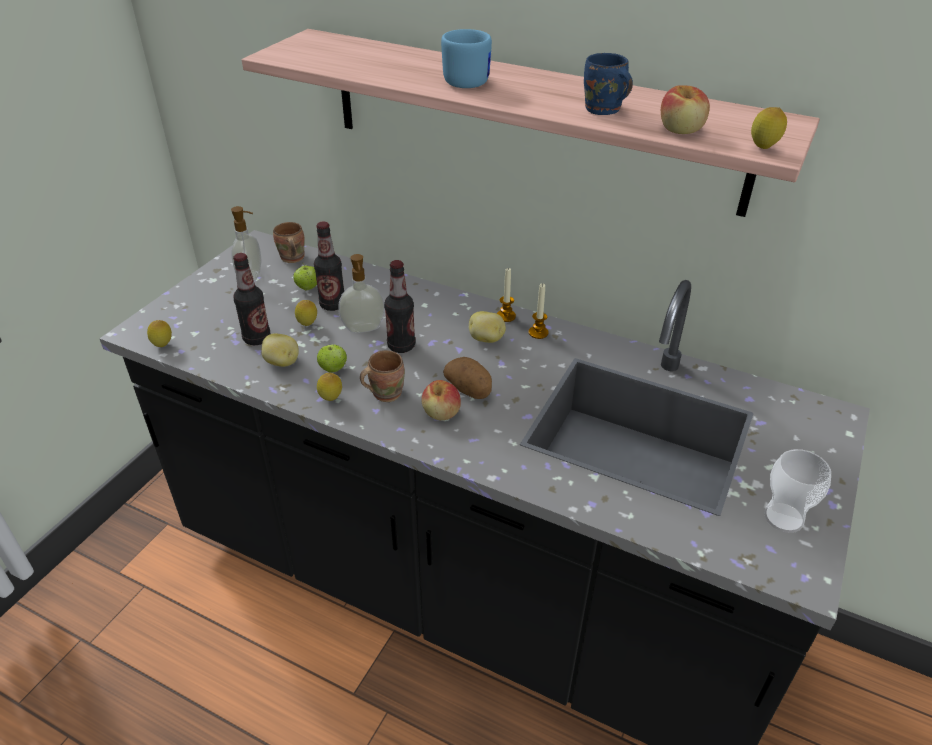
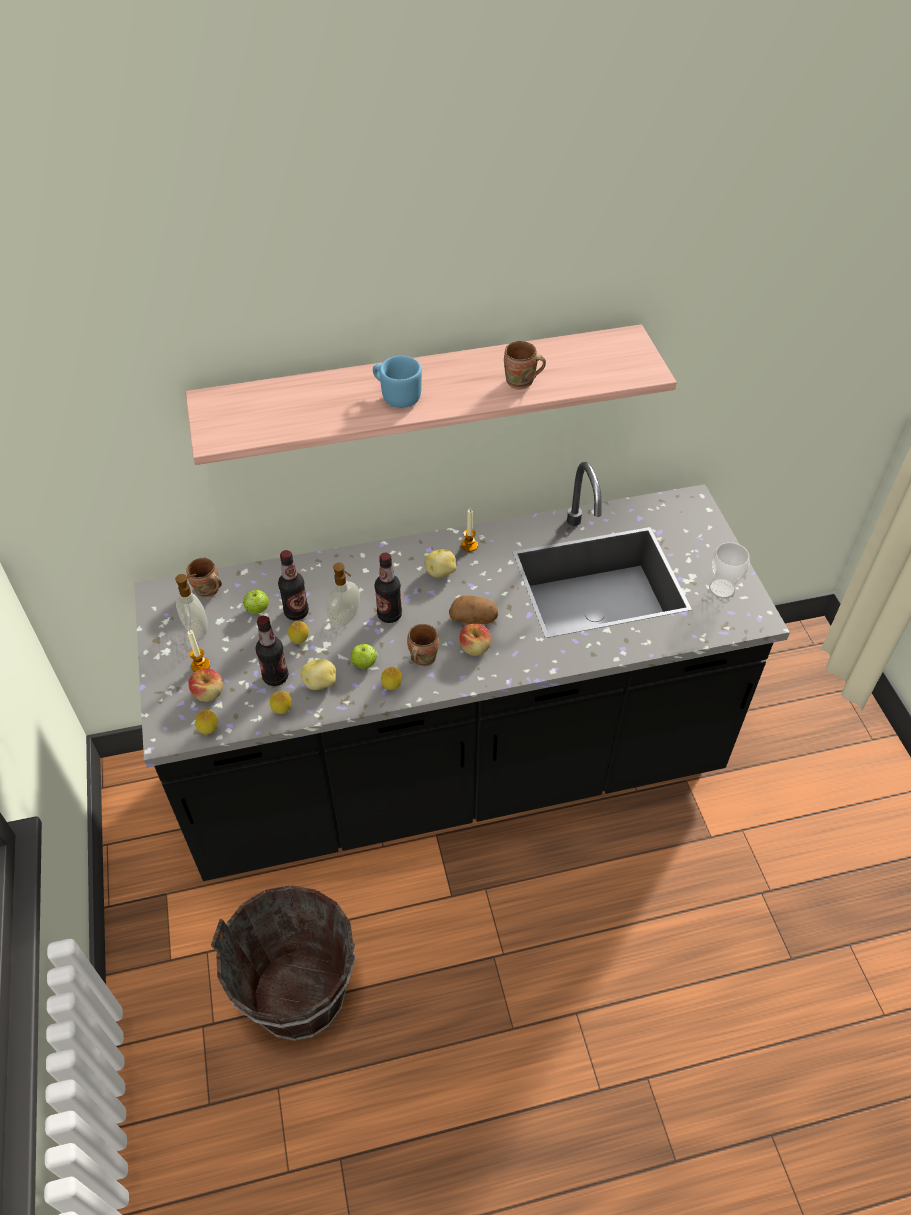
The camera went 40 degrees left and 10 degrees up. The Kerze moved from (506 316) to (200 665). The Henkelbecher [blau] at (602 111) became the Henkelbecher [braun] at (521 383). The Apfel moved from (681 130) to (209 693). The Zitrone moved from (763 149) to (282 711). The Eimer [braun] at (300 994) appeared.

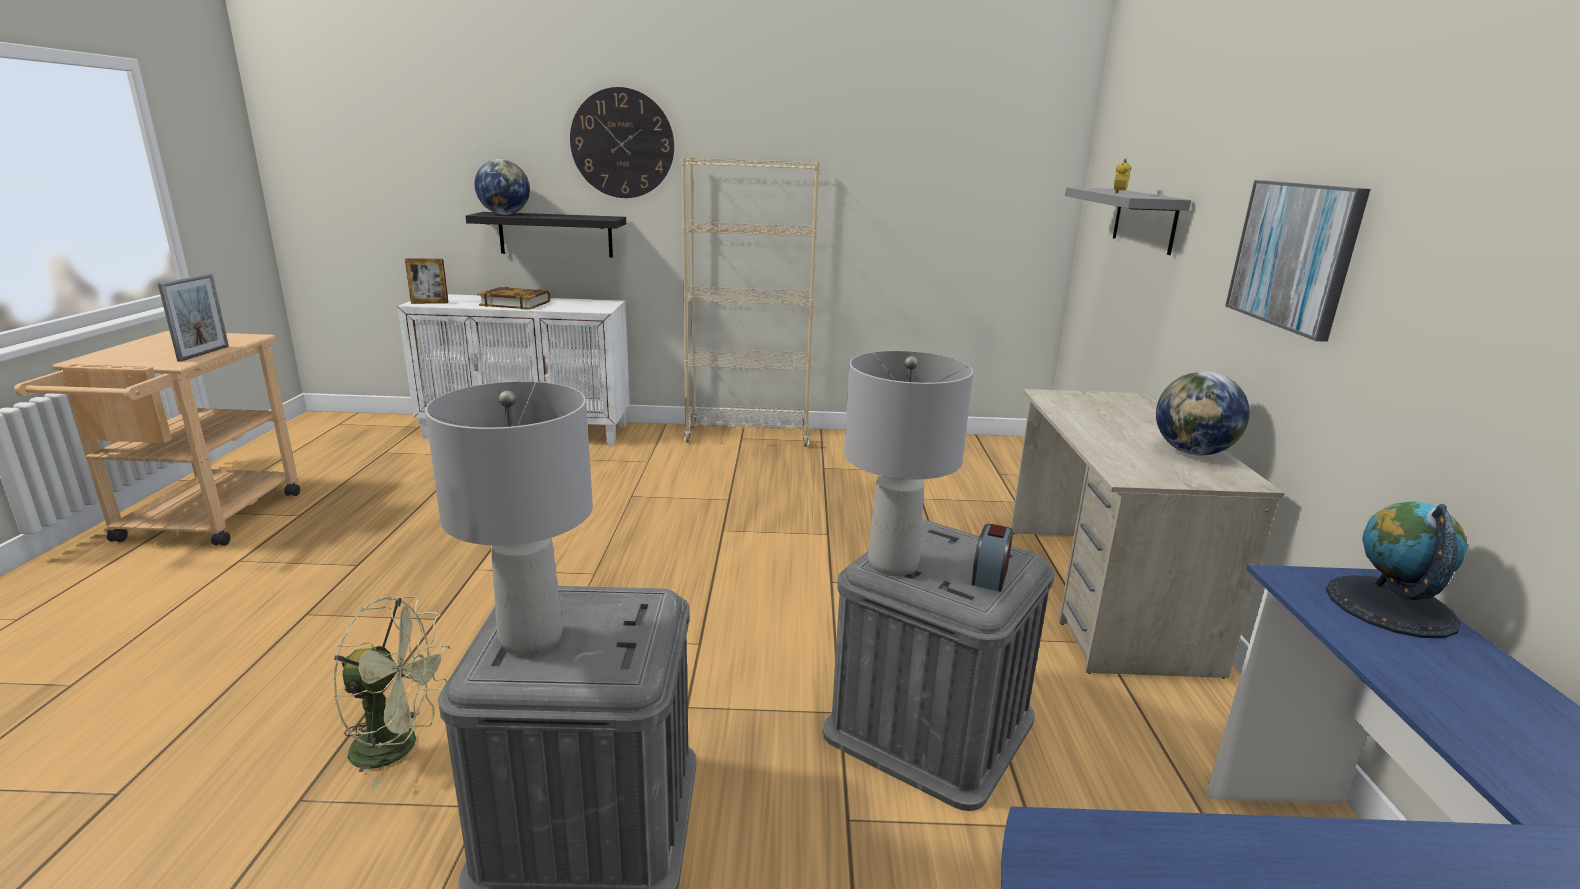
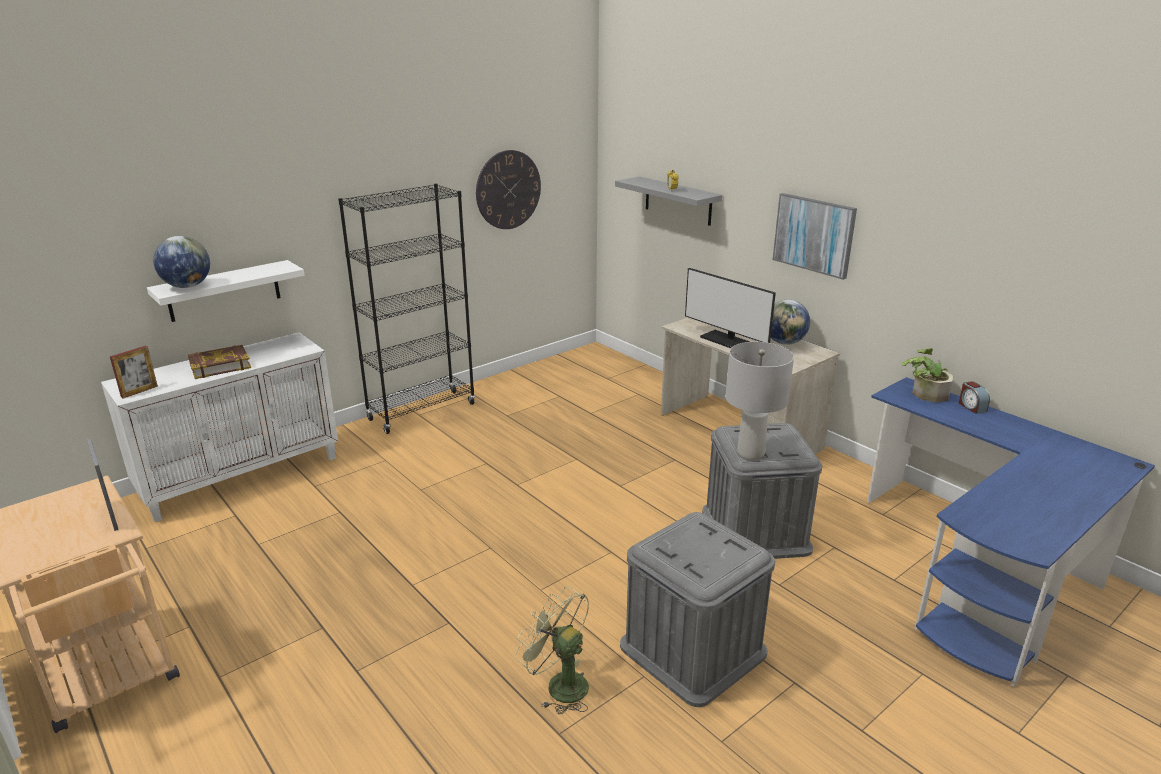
The camera went 40 degrees left and 5 degrees up. The Ventilator [grün] at (399 747) turned 105 degrees counterclockwise. The Tischlampe [grau] at (530 638) disappeared. The Wandregal [schwarz] at (555 234) became the Wandregal [weiß] at (224 291). The Wanduhr moved from (622 143) to (508 190). The Bücherregal [beige] at (748 437) became the Bücherregal [schwarz] at (422 412). The Wecker moved from (989 576) to (971 407). The Globus at (1389 606) was replaced by the Topfpflanze at (924 393). The Monitor at (727 341) appeared.

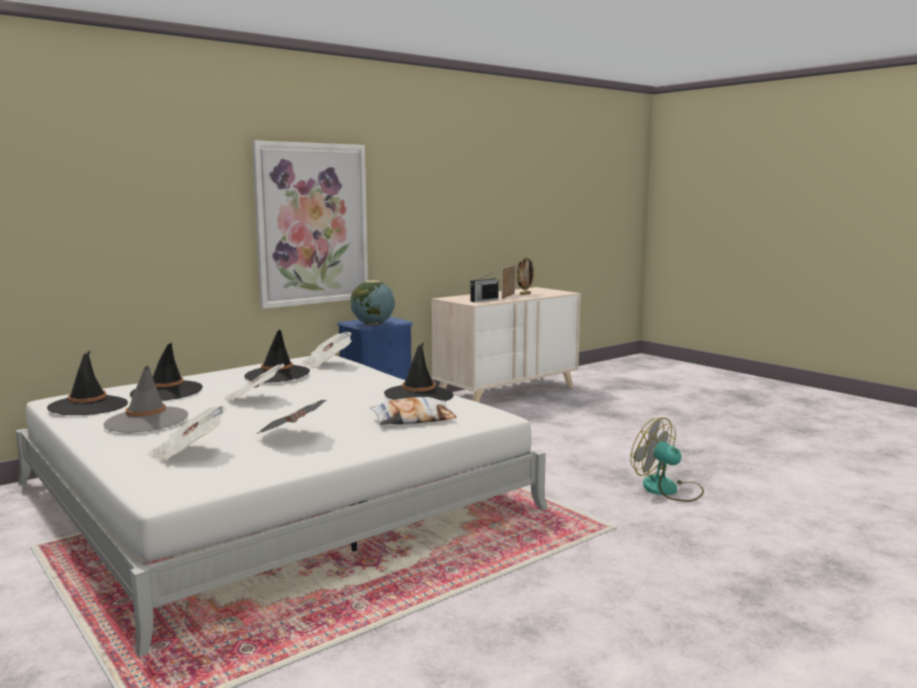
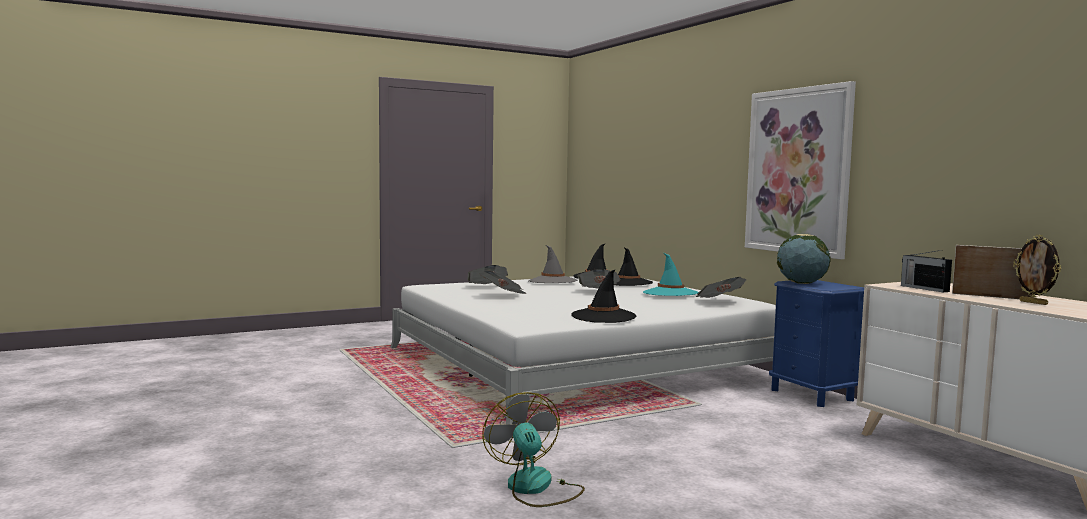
The camera went 100 degrees right and 5 degrees down. The Hut [schwarz] at (277 374) became the Hut [türkis] at (670 293). The Kissen at (413 419) disappeared. The Ventilator at (668 490) turned 75 degrees counterclockwise.

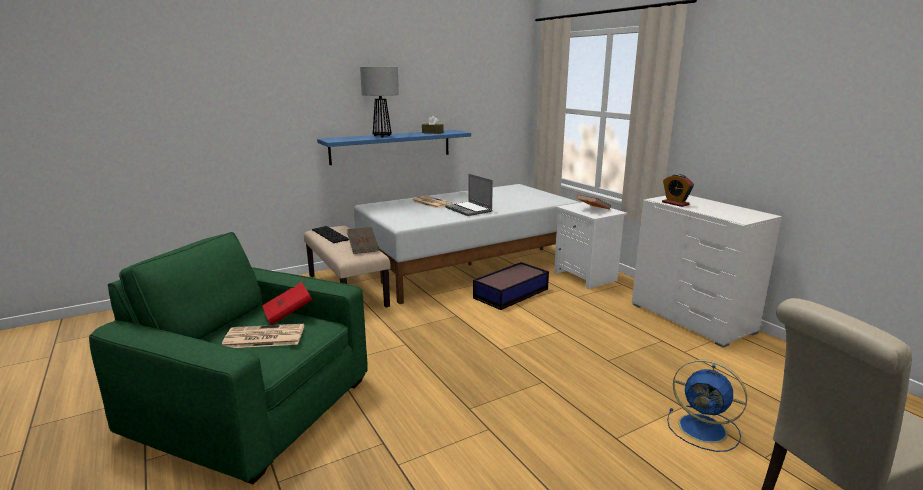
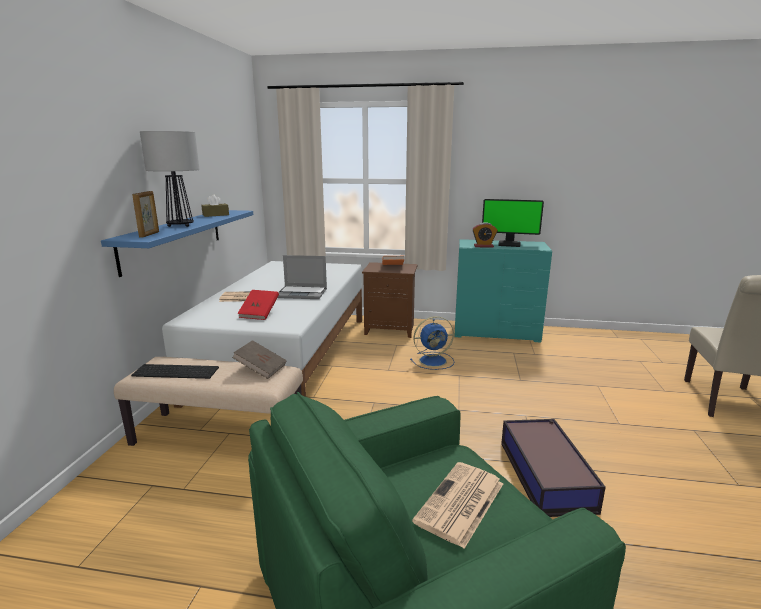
The camera went 50 degrees left and 0 degrees up. The Buch [rot] moved from (288 314) to (259 313). The Aufbewahrungsbox moved from (512 293) to (545 474). The Nachttisch [weiß] at (586 277) became the Nachttisch [braun] at (391 329). The Kommode [weiß] at (692 318) became the Kommode [türkis] at (495 331). The Ventilator [blau] moved from (704 429) to (434 360). The Bilderrahmen at (149 234) appeared. The Monitor at (509 244) appeared.

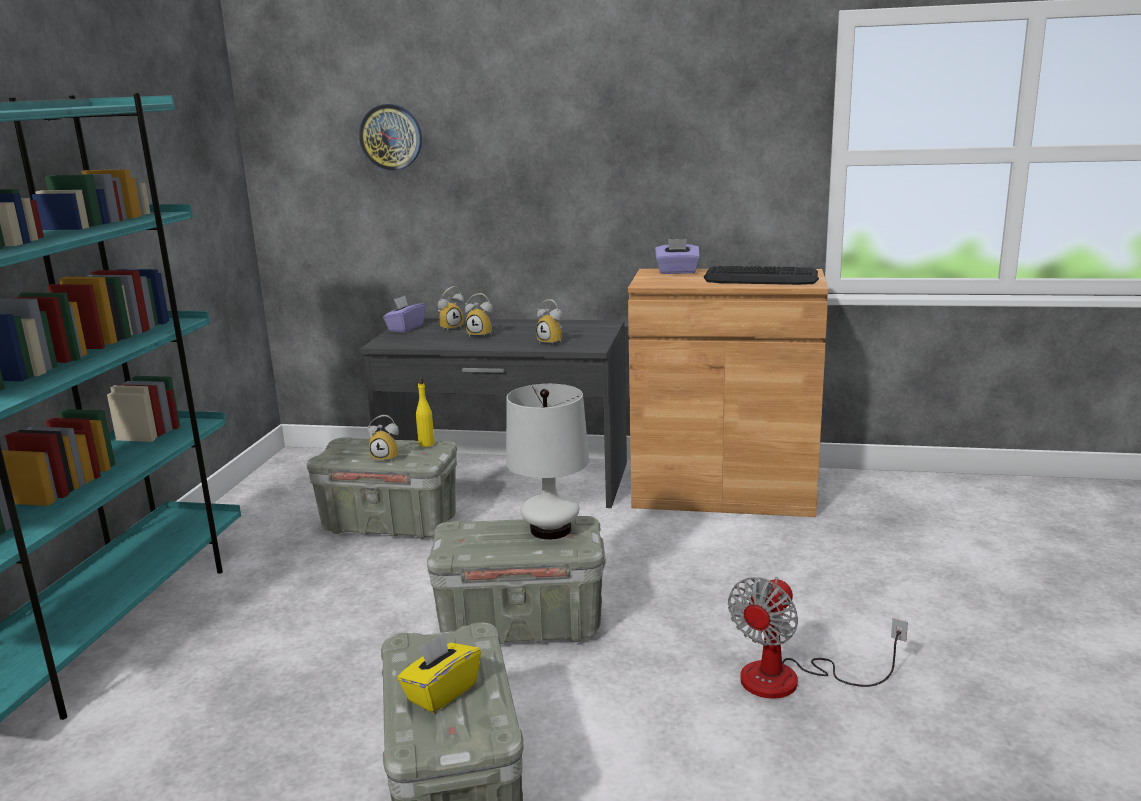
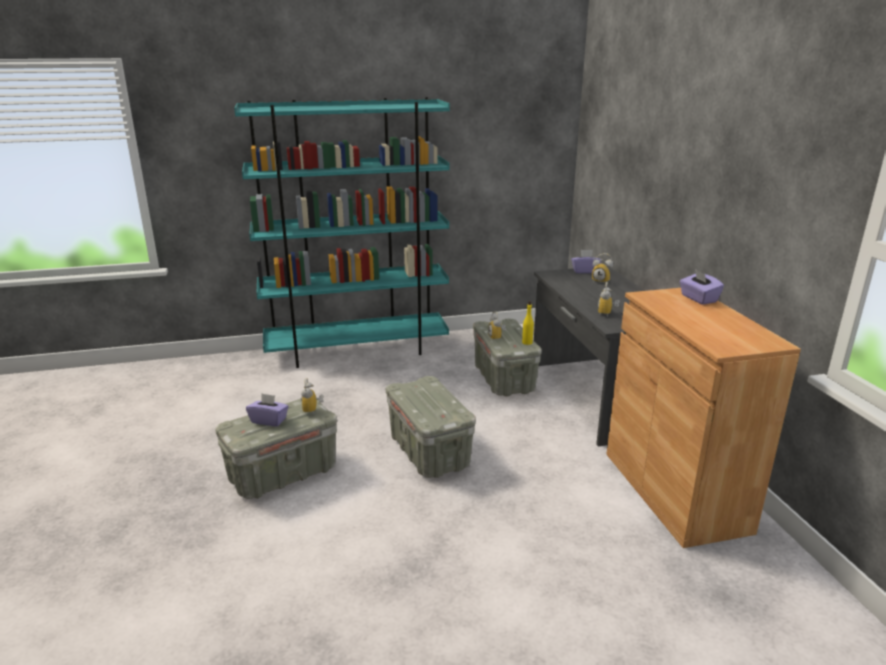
The camera went 65 degrees right and 5 degrees up. The Wanduhr at (391 137) disappeared. The Taschentuchbox [gelb] at (441 692) became the Taschentuchbox [lila] at (269 420). The Wecker moved from (482 335) to (313 410). The Tischlampe [weiß] at (550 530) disappeared. The Tastatur at (761 278) disappeared. The Ventilator at (791 679) disappeared.

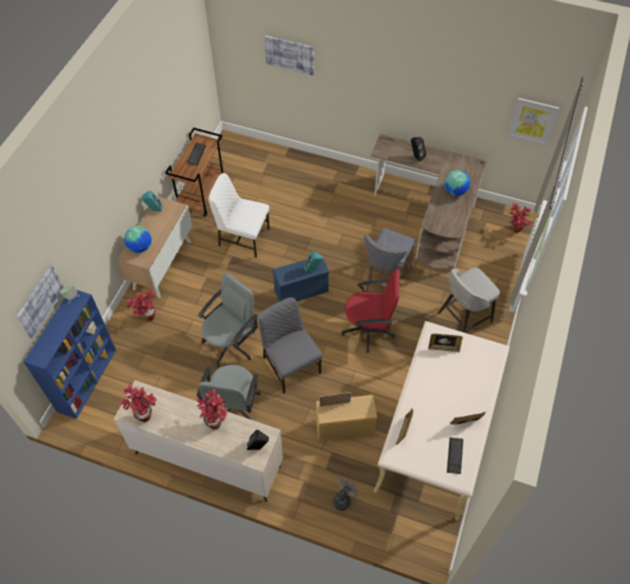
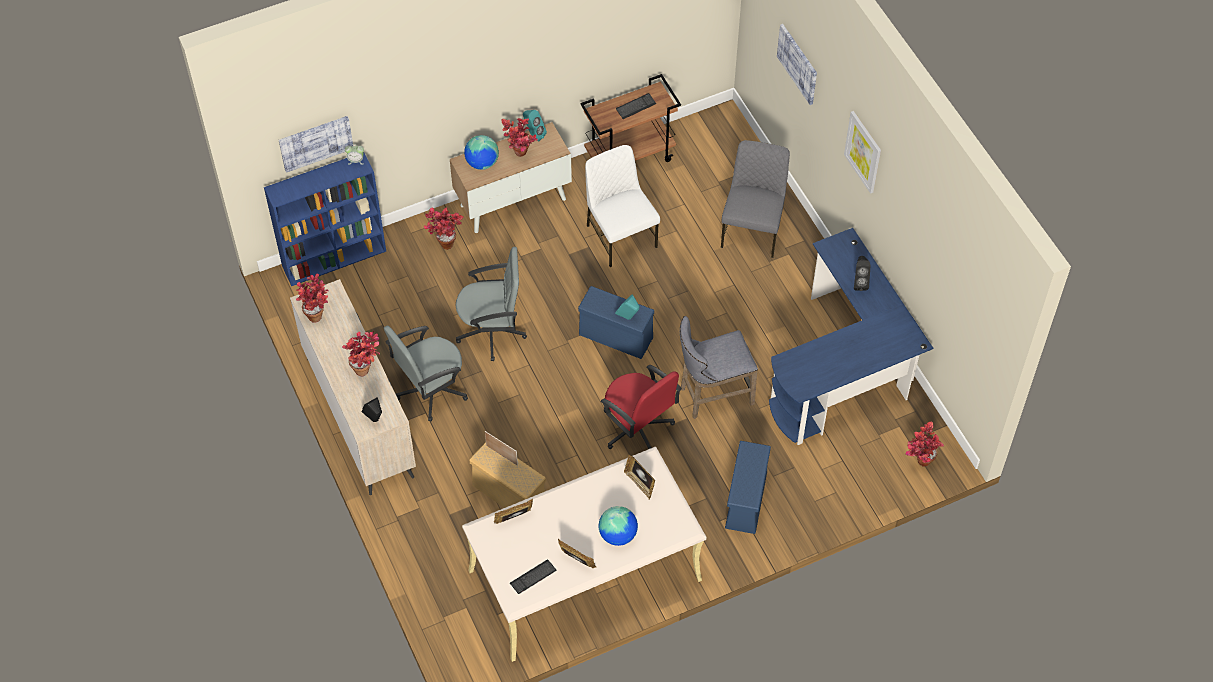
The camera went 45 degrees right and 0 degrees up. The Stuhl [grau] moved from (290 365) to (753 229). The Ventilator [grau] at (343 499) disappeared. The Schreibtisch [braun] at (431 216) became the Schreibtisch [blau] at (844 371). The Hocker [grau] at (463 318) was replaced by the Aufbewahrungsbox [blau] at (746 499). The Globus moved from (455 191) to (618 535). The Bild moved from (532 121) to (863 151). The Topfpflanze at (520 156) appeared.

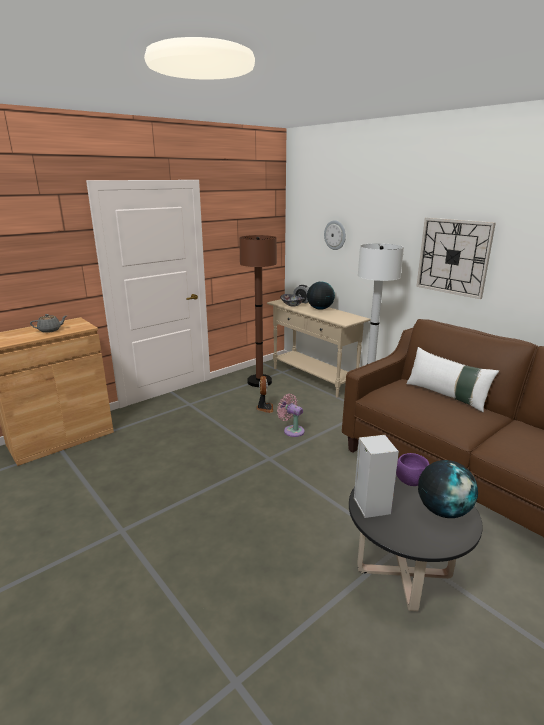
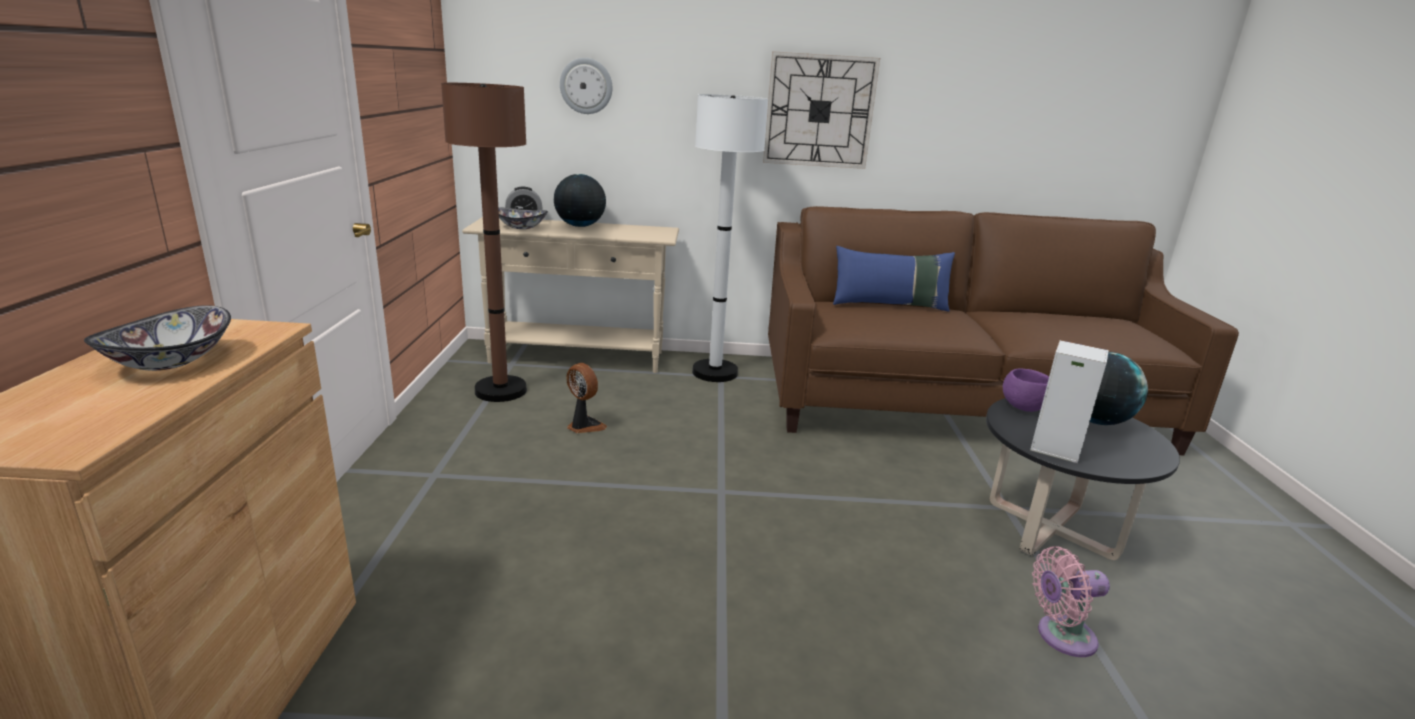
The camera went 50 degrees left and 0 degrees up. The Teekanne [grau] at (50 330) was replaced by the Schüssel at (171 362). The Ventilator [rosa] moved from (292 430) to (1060 636). The Kissen [weiß] at (446 395) became the Kissen [blau] at (889 305).

